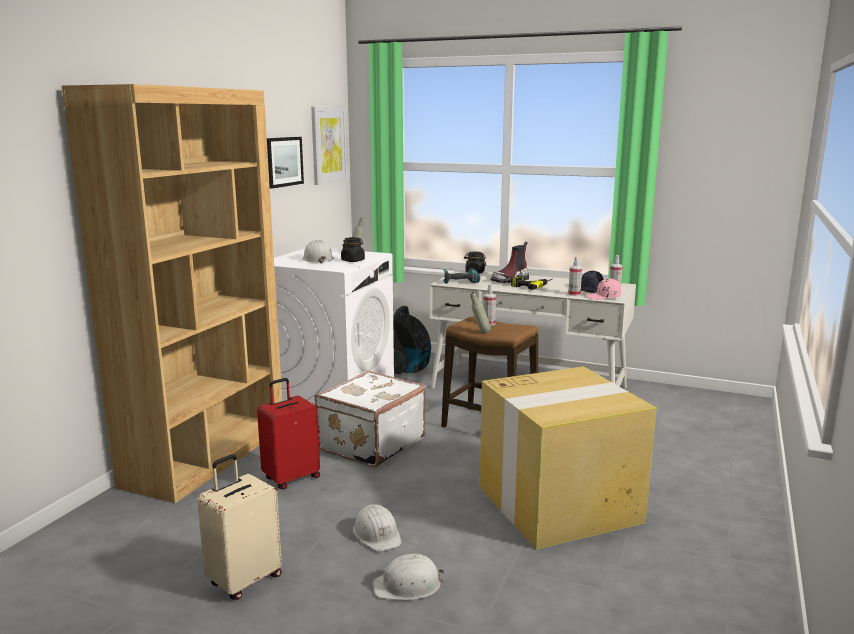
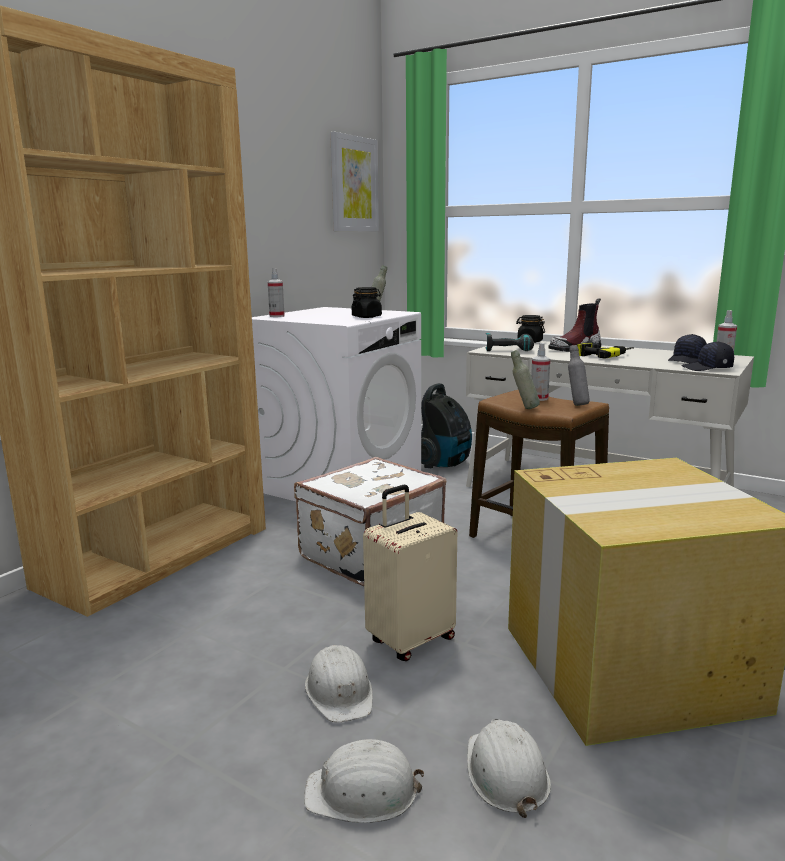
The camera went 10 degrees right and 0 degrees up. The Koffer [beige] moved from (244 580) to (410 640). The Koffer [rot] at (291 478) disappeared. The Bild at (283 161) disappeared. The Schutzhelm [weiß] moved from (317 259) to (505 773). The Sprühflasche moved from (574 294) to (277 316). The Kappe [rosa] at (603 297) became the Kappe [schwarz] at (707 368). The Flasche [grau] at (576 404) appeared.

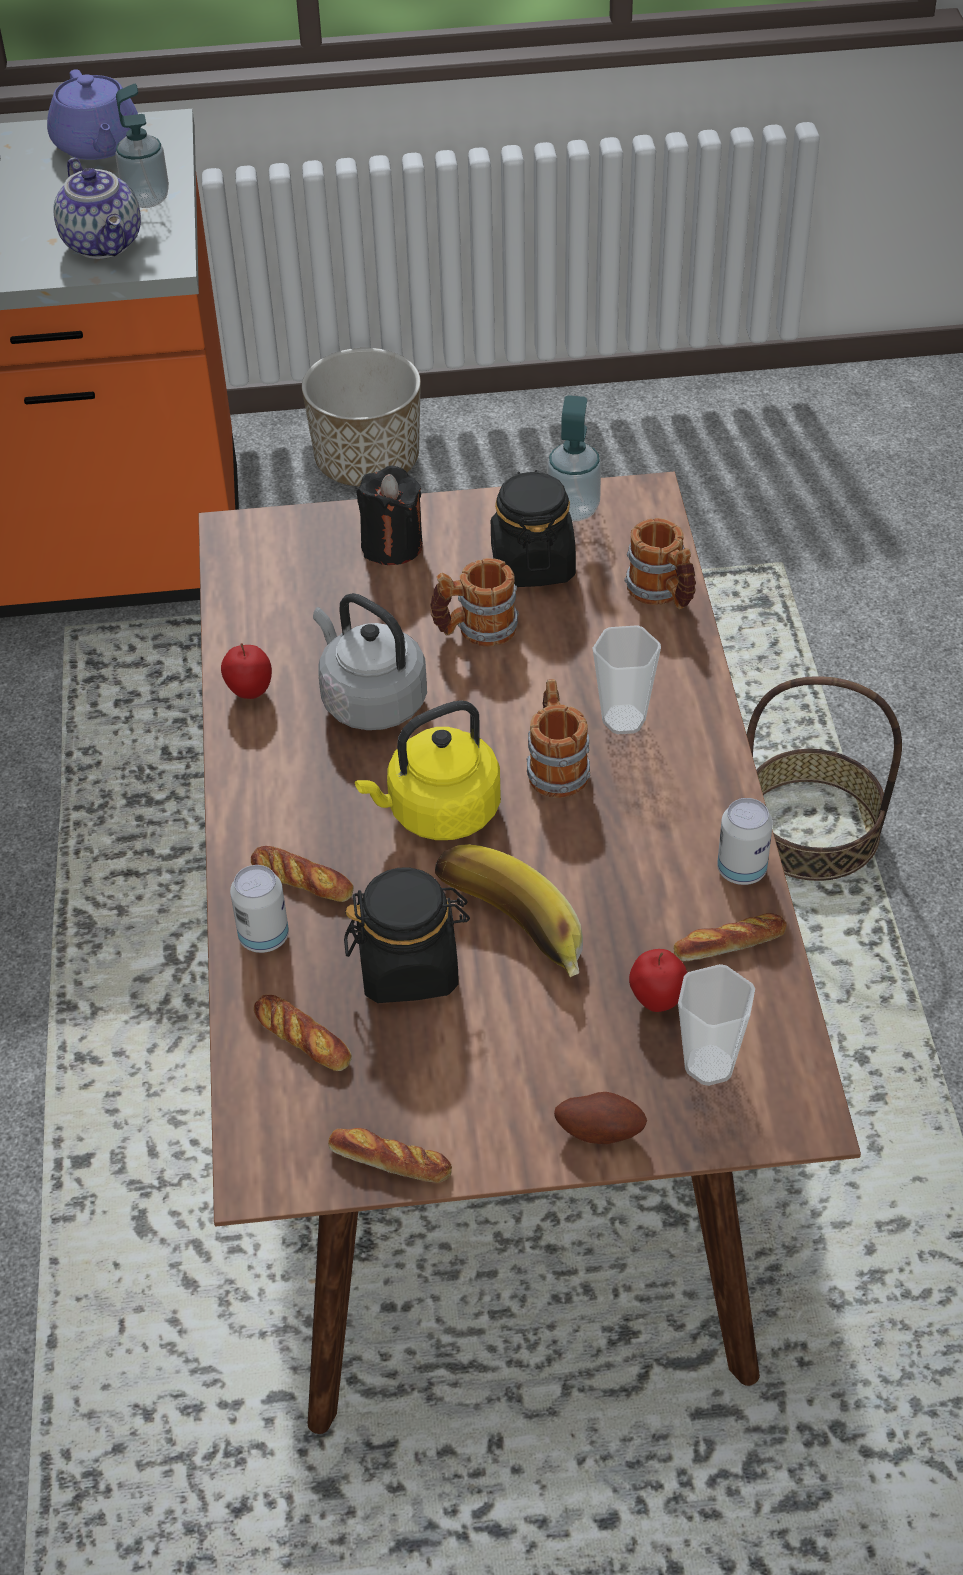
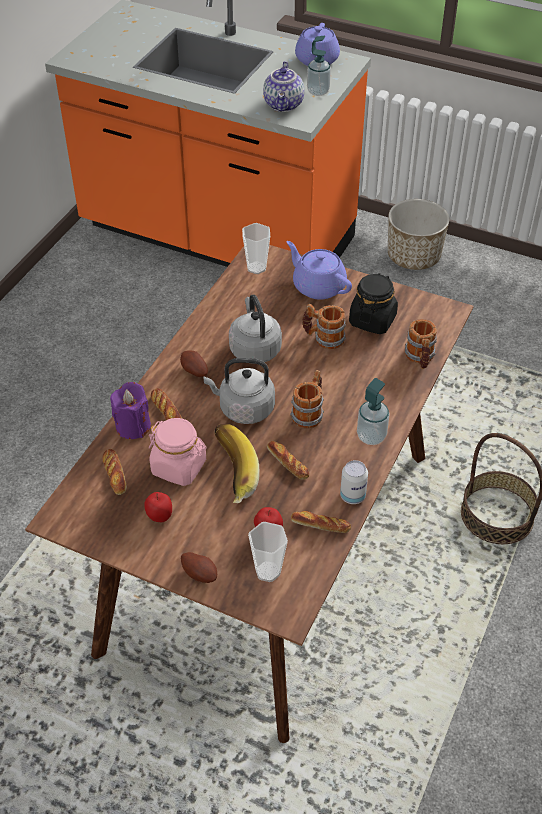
The camera went 30 degrees right and 0 degrees up. The Apfel moved from (250 693) to (160 517). The Dose at (264 937) was replaced by the Kerze [lila] at (133 426). The Brot moved from (390 1161) to (287 463). The Vorratsglas [schwarz] at (409 967) became the Vorratsglas [rosa] at (179 467). The Wasserkessel [gelb] at (438 812) became the Wasserkessel [grau] at (243 409). The Kerze [schwarz] at (392 545) was replaced by the Teekanne [lila] at (318 286). The Seifenspender moved from (573 509) to (371 436). The Tasse moved from (623 720) to (256 268). The Kartoffel at (194 371) appeared.

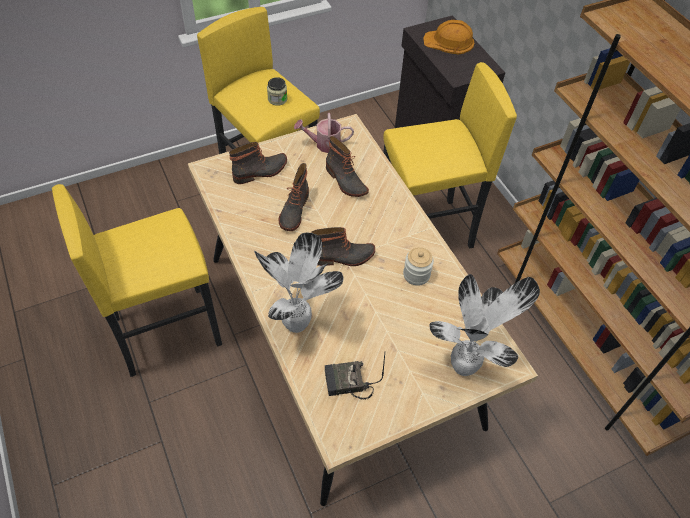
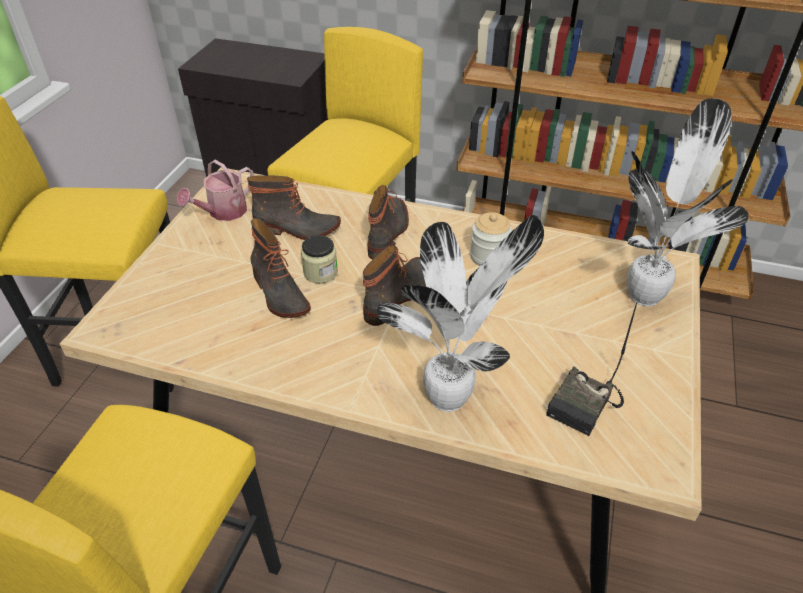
The camera went 45 degrees left and 10 degrees down. The Stiefel moved from (260 172) to (388 233). The Vorratsglas moved from (277 99) to (320 272). The Schutzhelm [orange] at (449 41) disappeared.

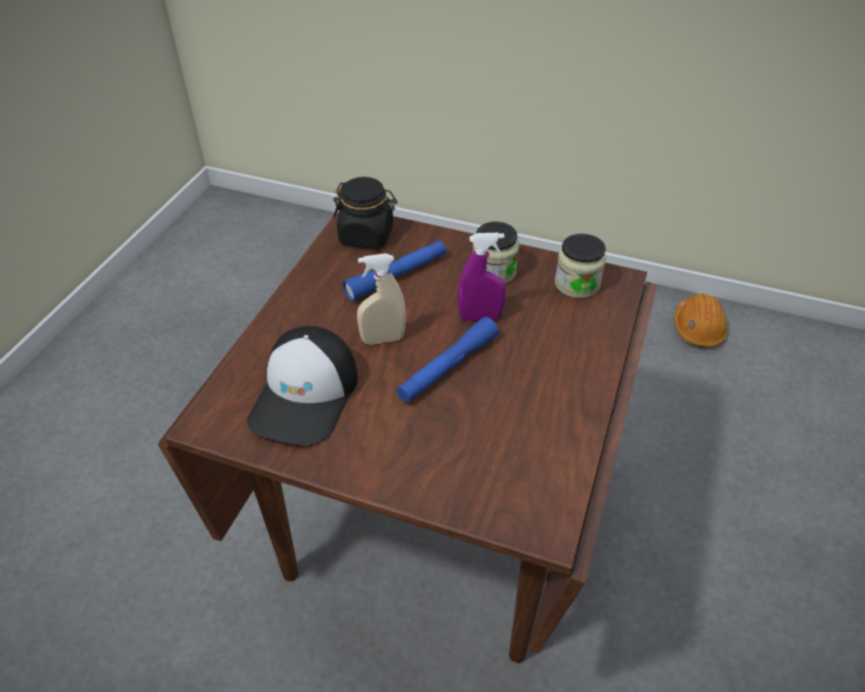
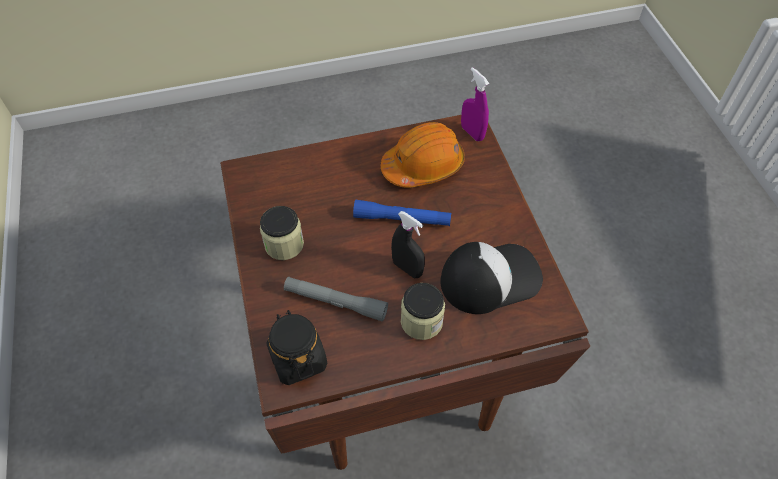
The camera went 125 degrees left and 10 degrees up. The Taschenlampe [blau] at (396 277) became the Taschenlampe [grau] at (335 302). The Sprühflasche [beige] at (383 339) became the Sprühflasche [schwarz] at (407 268). The Sprühflasche [lila] moved from (480 317) to (472 133). The Vorratsglas moved from (577 284) to (421 321). The Schutzhelm [orange] moved from (697 328) to (423 165).

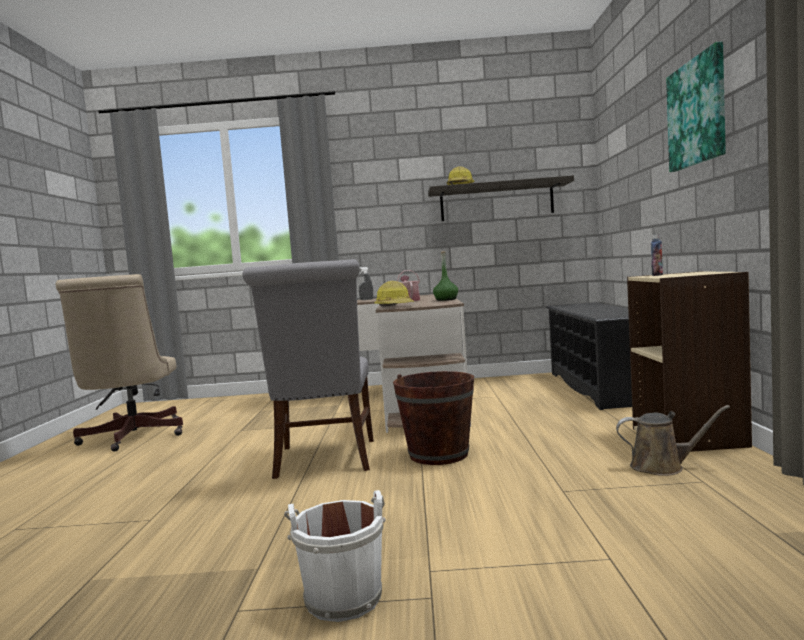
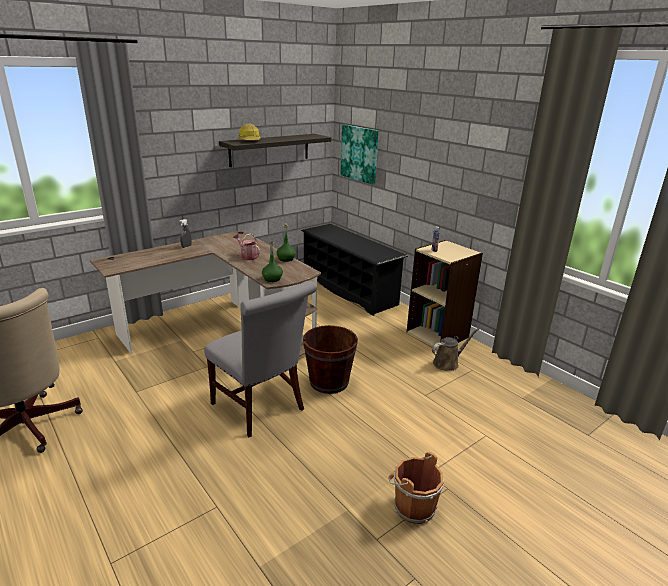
The camera went 40 degrees left and 20 degrees up. The Eimer [weiß] at (342 597) became the Eimer [braun] at (412 506). The Schutzhelm at (395 306) was replaced by the Flasche [grün] at (272 279). The Bild moved from (697 112) to (360 153).

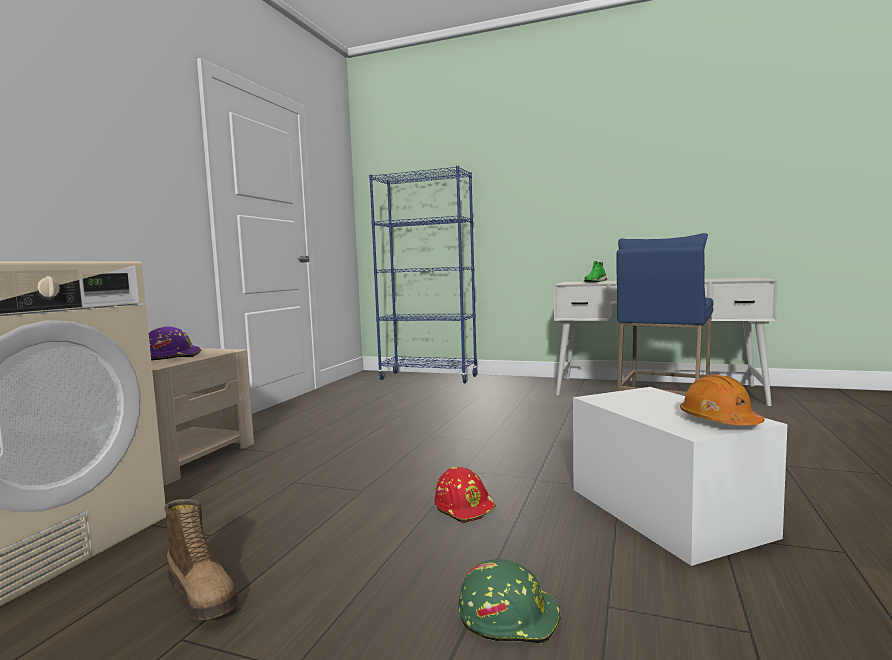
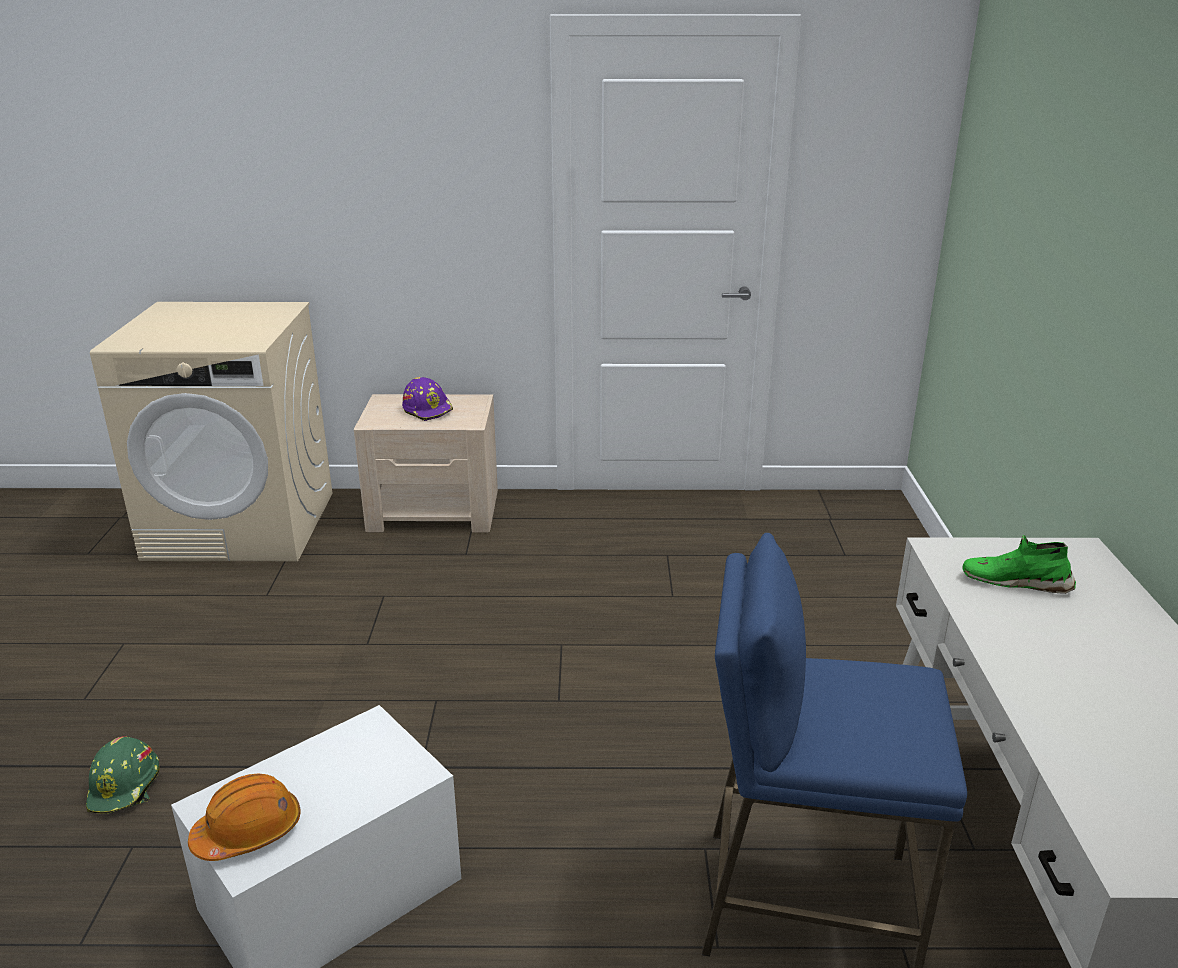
The camera went 70 degrees right and 20 degrees up. The Stiefel at (203 594) disappeared. The Bücherregal [blau] at (428 378) disappeared. The Schutzhelm [rot] at (465 507) disappeared.

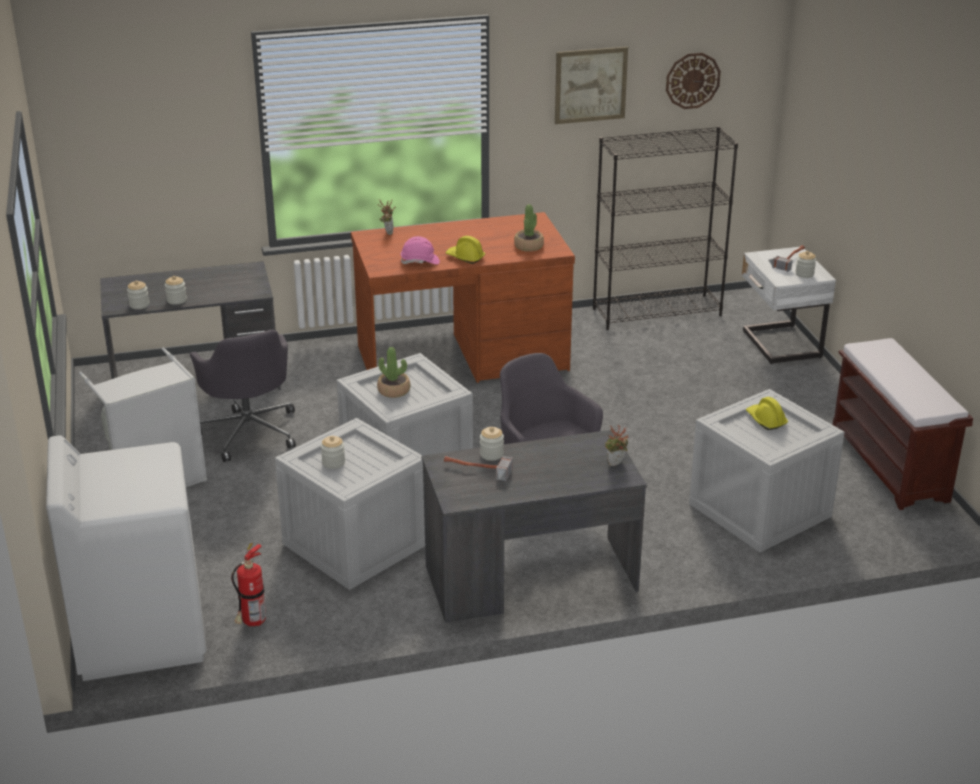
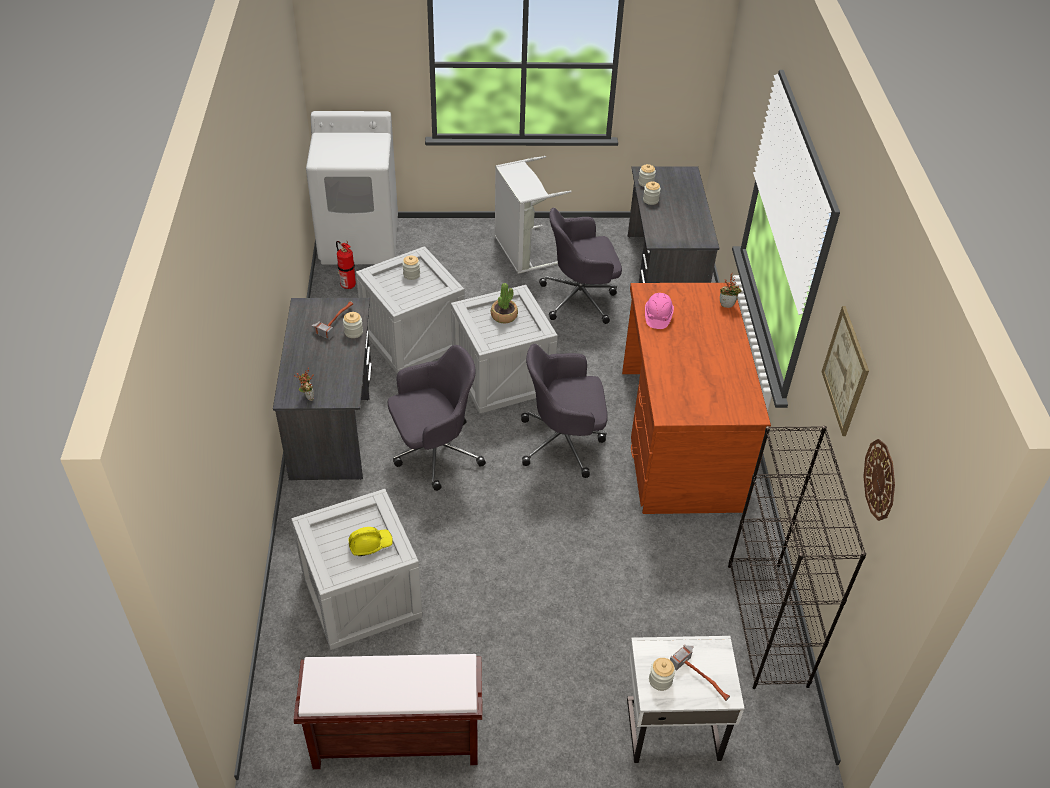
The camera went 100 degrees right and 15 degrees up. The Schutzhelm [gelb] at (465 257) disappeared. The Topfpflanze at (529 246) disappeared. The Bürostuhl [grau] at (563 442) appeared.

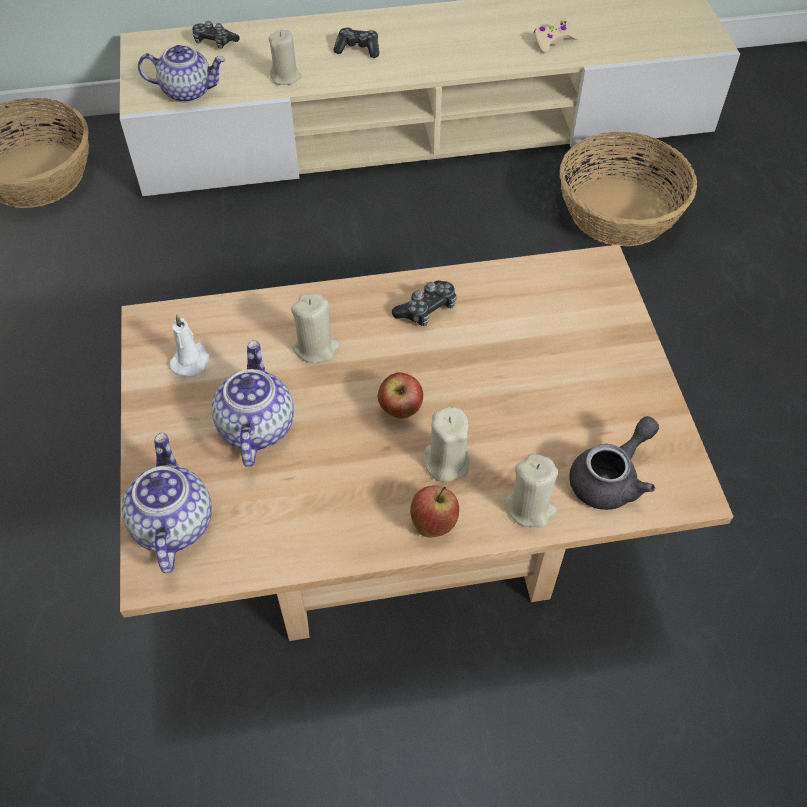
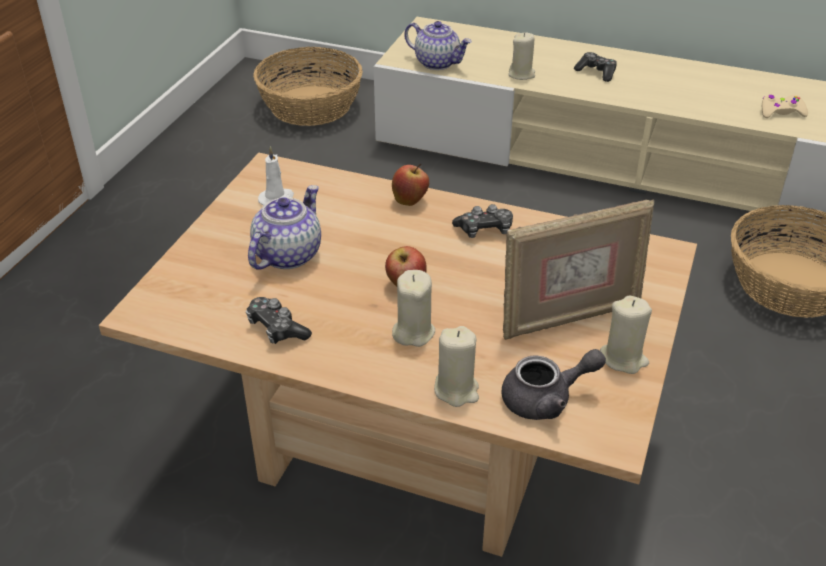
The camera went 30 degrees right and 15 degrees down. The Teekanne at (172 523) disappeared. The Gamepad moved from (214 42) to (277 328). The Kerze [beige] moved from (316 348) to (623 358). The Apfel moved from (434 523) to (410 200). The Bilderrahmen at (569 317) appeared.

